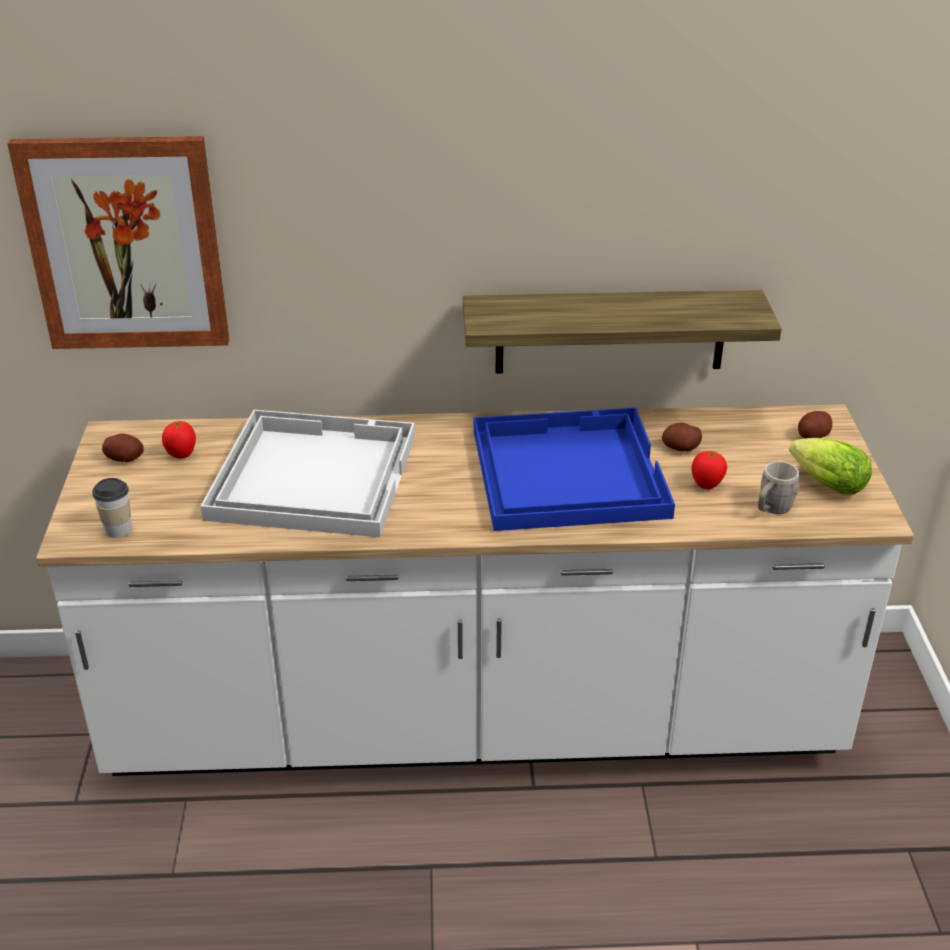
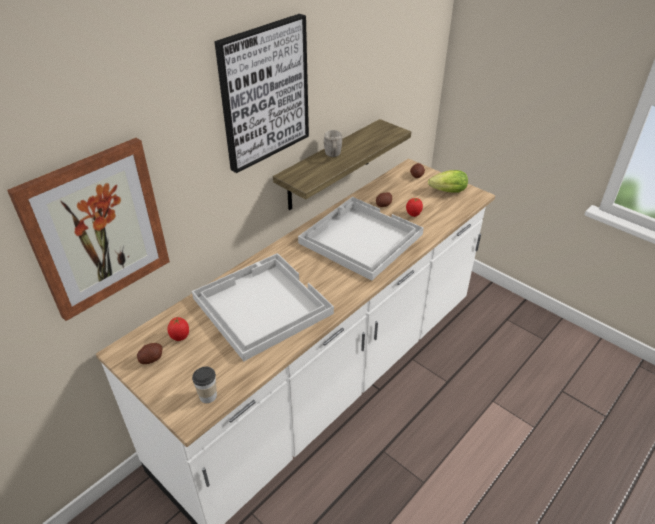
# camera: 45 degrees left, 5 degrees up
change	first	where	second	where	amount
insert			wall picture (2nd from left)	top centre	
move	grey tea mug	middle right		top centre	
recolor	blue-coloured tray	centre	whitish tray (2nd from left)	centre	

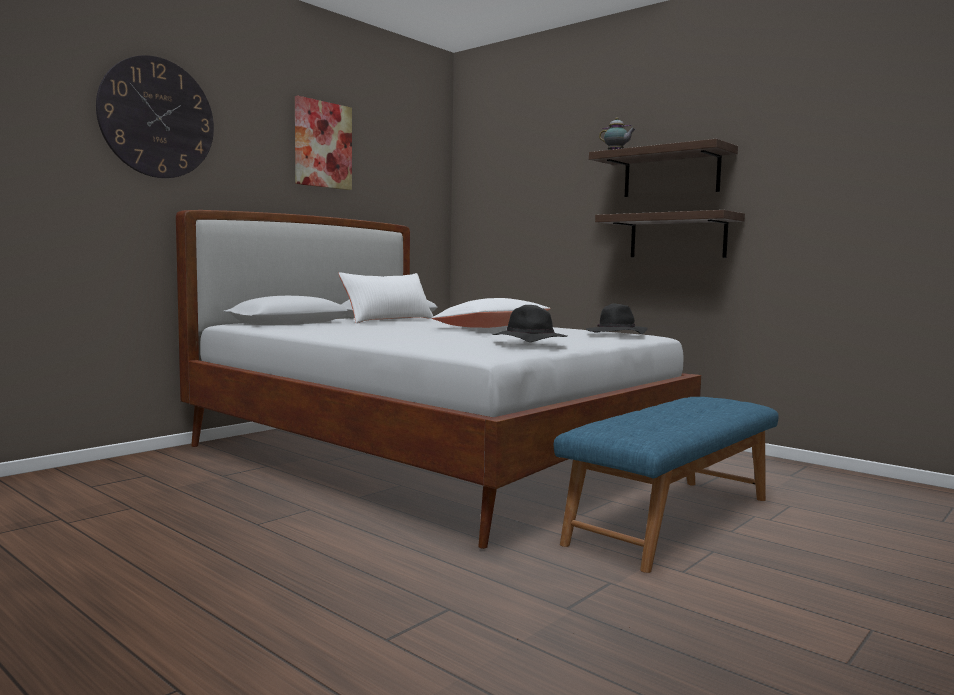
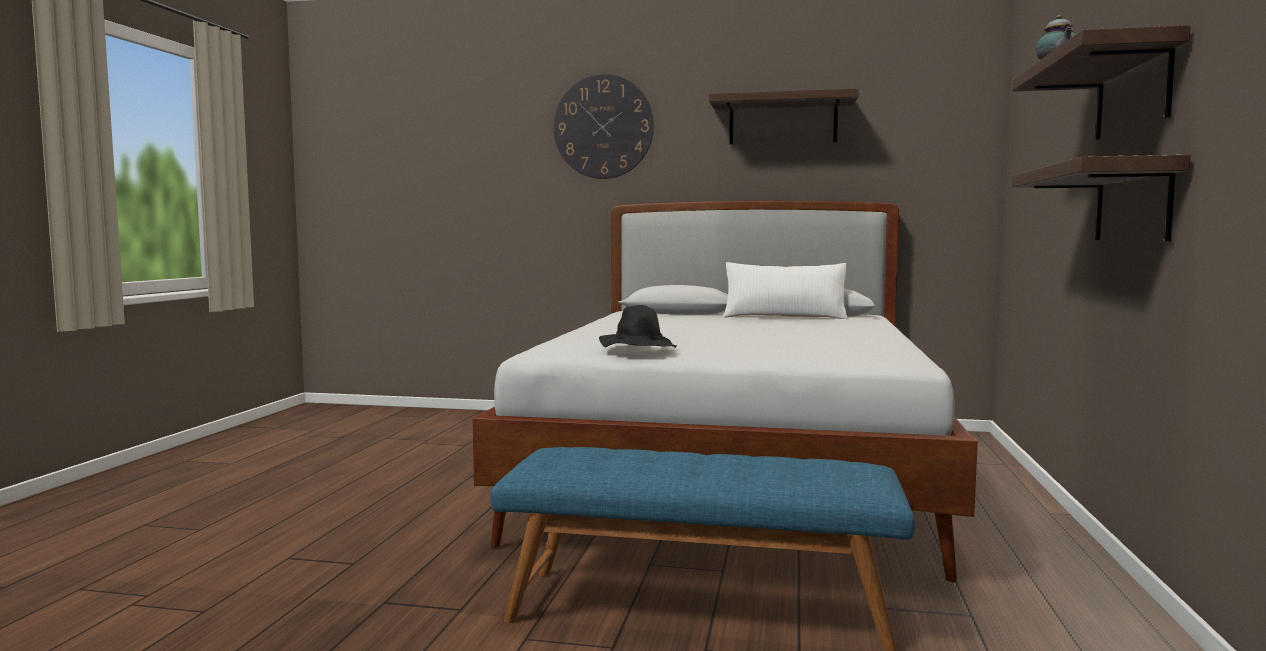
# camera: 60 degrees right, 0 degrees up
change	first	where	second	where	amount
delete	whitish throw pillow (2nd from left)	centre			
delete	black-coloured hat (2nd from left)	centre			
replace	wall picture	top centre	bracket shelf (1st from left)	top centre	

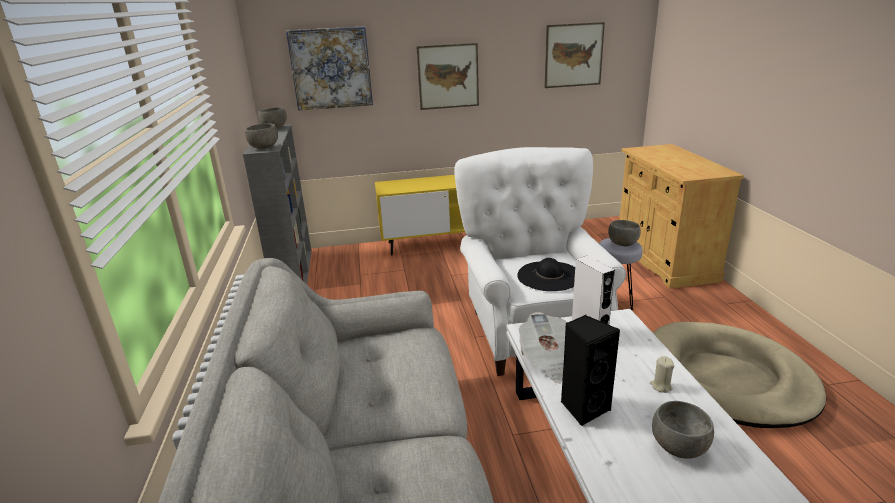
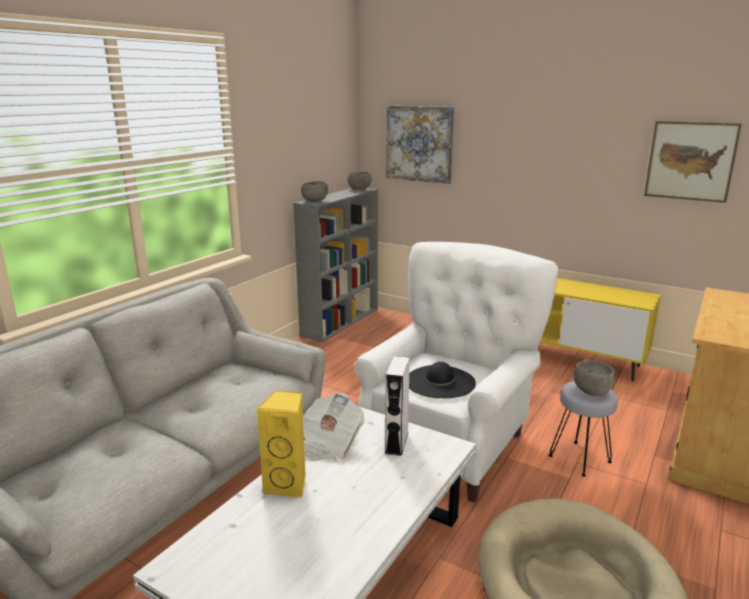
# camera: 40 degrees right, 5 degrees down
change	first	where	second	where	amount
delete	wall picture (2nd from left)	top centre			
delete	beige wax light	bottom right			
delete	grey deep dish (4th from left)	bottom right			
recolor	black-coloured loudspeaker	bottom centre	yellowish loudspeaker	bottom centre	

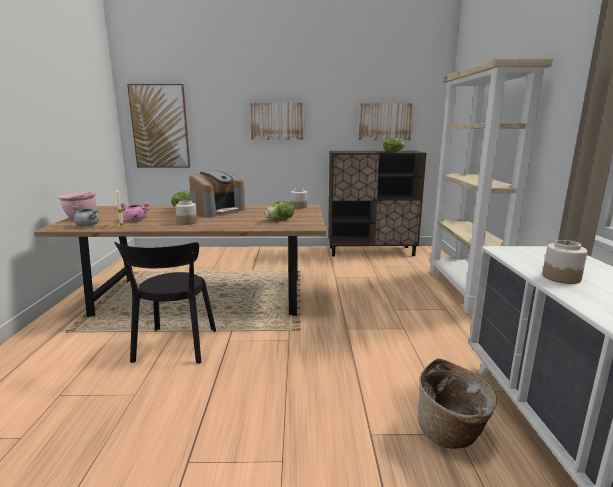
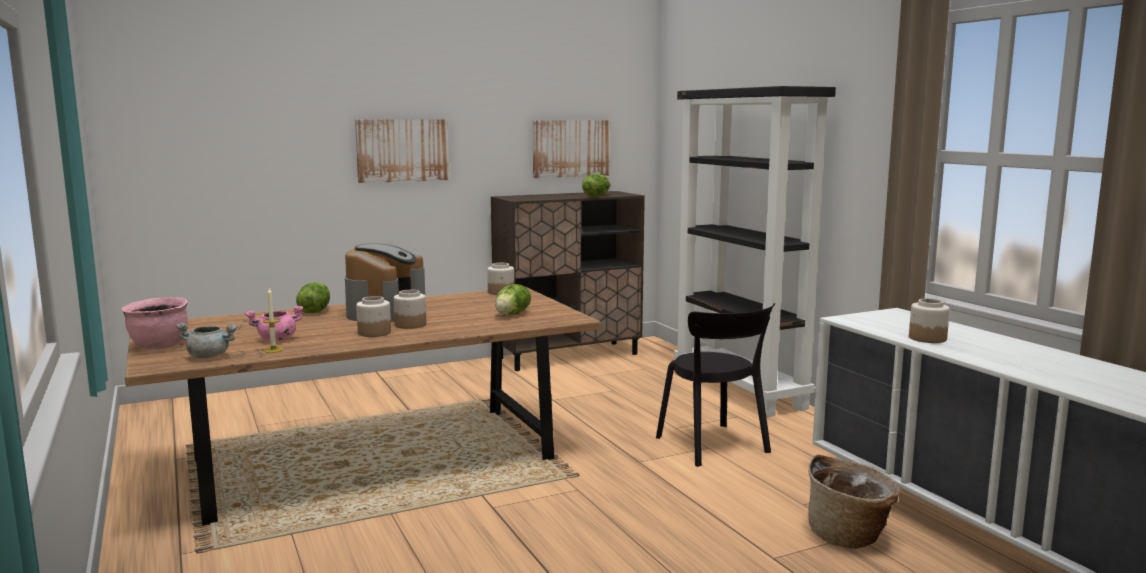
# camera: 25 degrees left, 5 degrees down
change	first	where	second	where	amount
delete	wall picture (1st from left)	top left			
insert			jar (2nd from left)	centre	
move	black-coloured plain chair	middle left		bottom centre	
recolor	beige bookcase	middle right	black-coloured bookcase	centre	

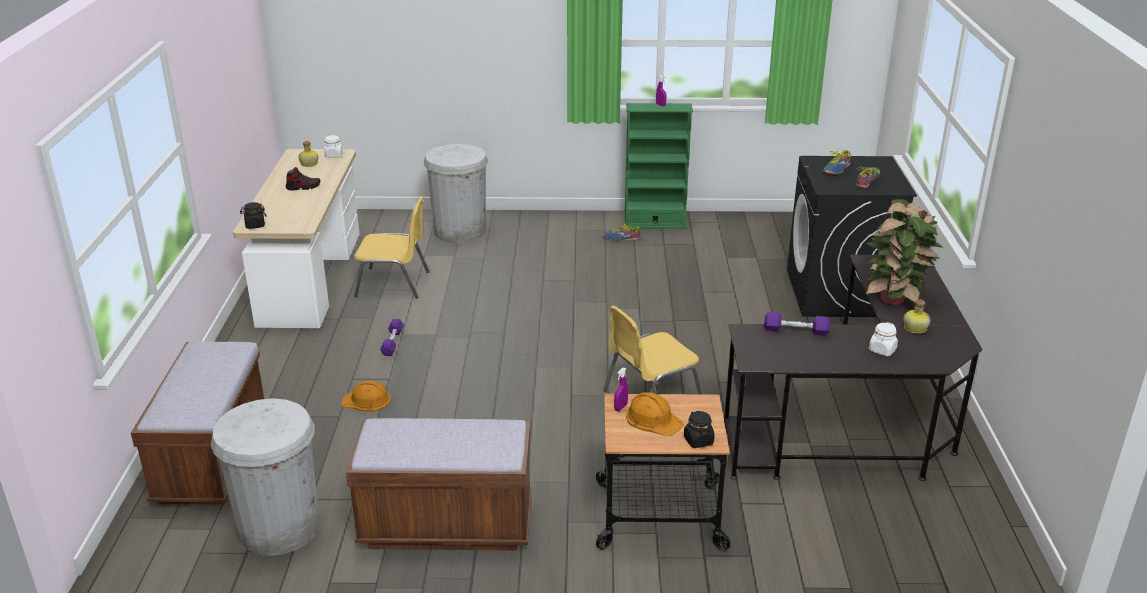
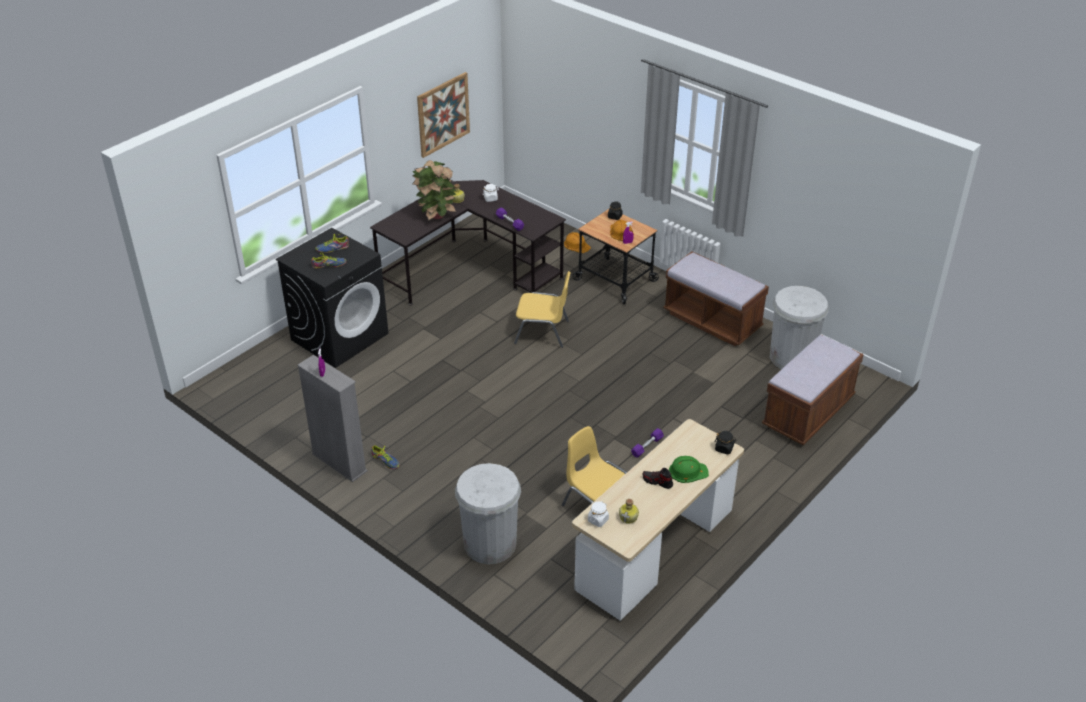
# camera: 140 degrees left, 10 degrees up
change	first	where	second	where	amount
insert			wall picture	top centre	
insert			green safety helmet	bottom centre	
move	orange safety helmet (1st from left)	bottom left		centre	
recolor	green bookcase	top centre	grey bookcase	middle left	

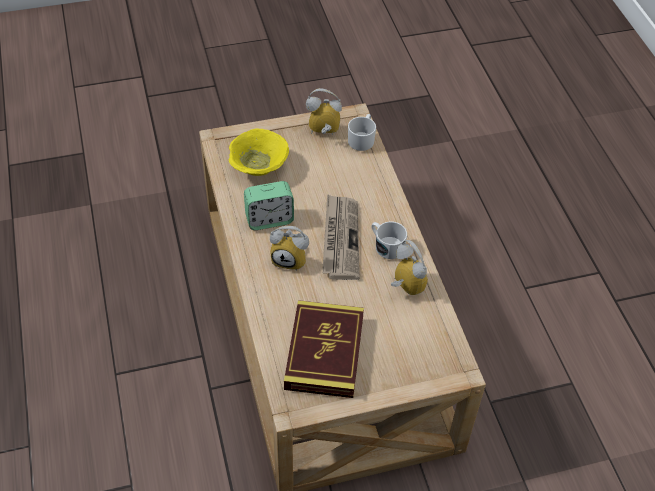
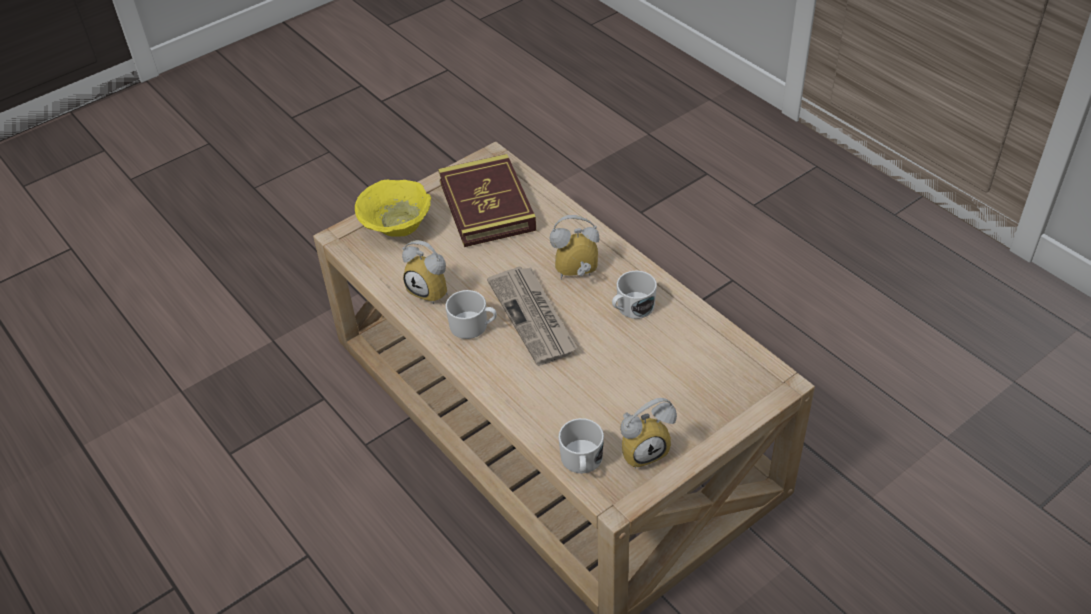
# camera: 160 degrees right, 5 degrees down
change	first	where	second	where	amount
move	yellowish deep dish	top centre		centre	
replace	table clock (1st from left)	centre	whitish tea mug (3rd from left)	centre	

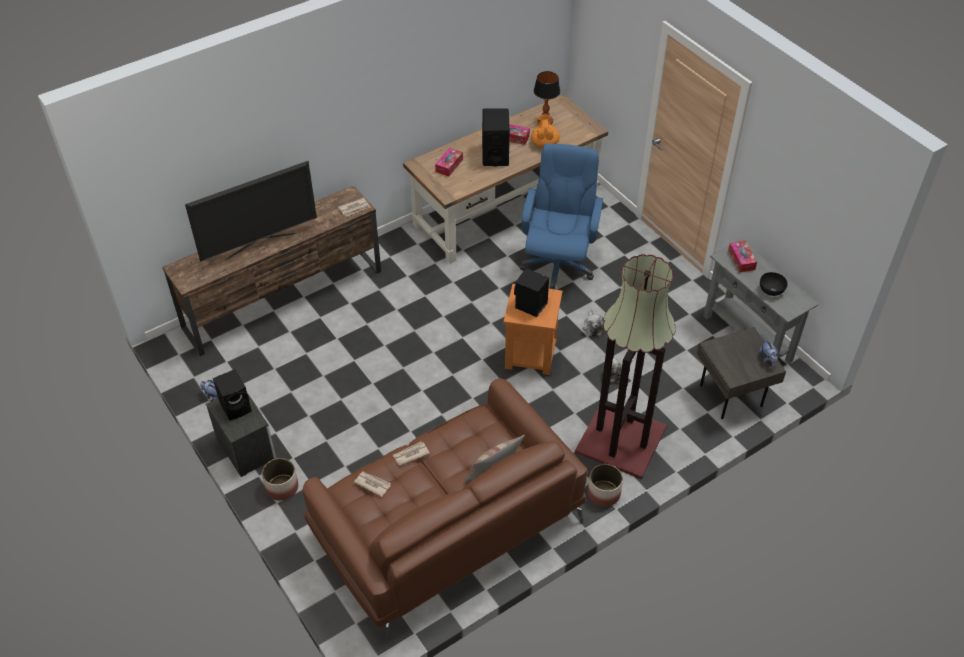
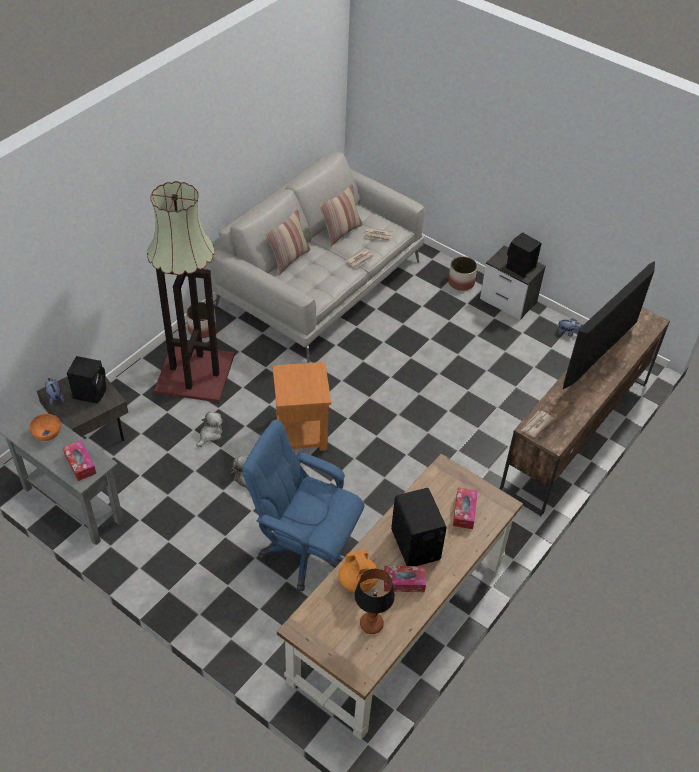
# camera: 160 degrees right, 0 degrees up
change	first	where	second	where	amount
insert			throw pillow (2nd from left)	top centre	
move	black-coloured loudspeaker (3rd from left in the first image)	centre	black-coloured loudspeaker (1st from left)	middle left	
recolor	brownish settee	bottom centre	grey settee	top centre	
recolor	black-coloured deep dish	middle right	orange deep dish	middle left	
rotate	blue-coloured computer chair	top centre		centre	120 degrees clockwise

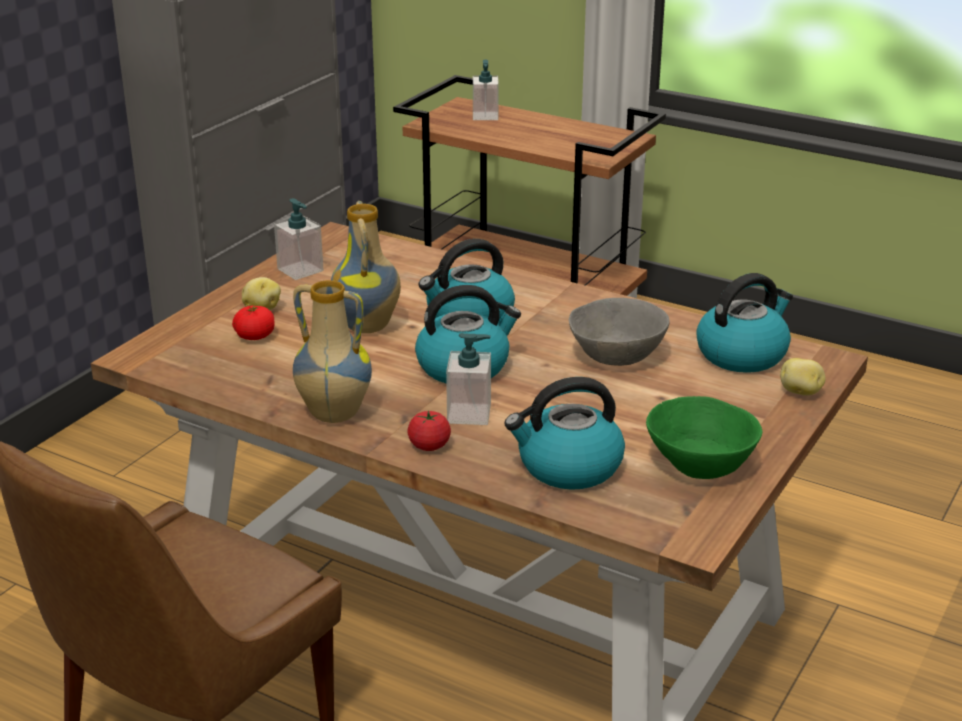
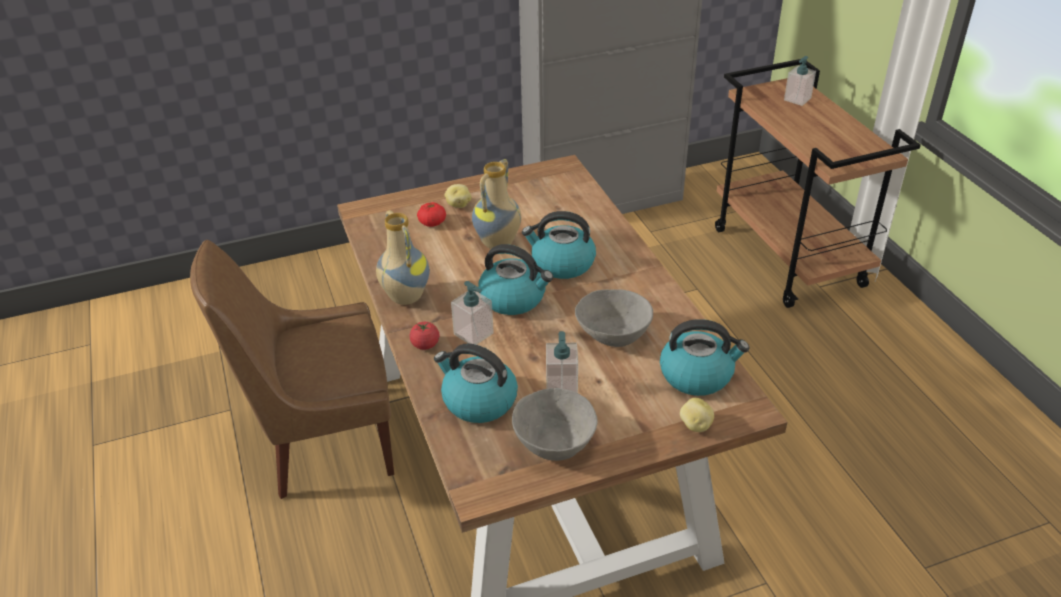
# camera: 40 degrees right, 10 degrees up
change	first	where	second	where	amount
move	soap bottle (1st from left in the first image)	top left	soap bottle (2nd from left)	centre	
recolor	green deep dish	middle right	grey deep dish (1st from left)	bottom centre	

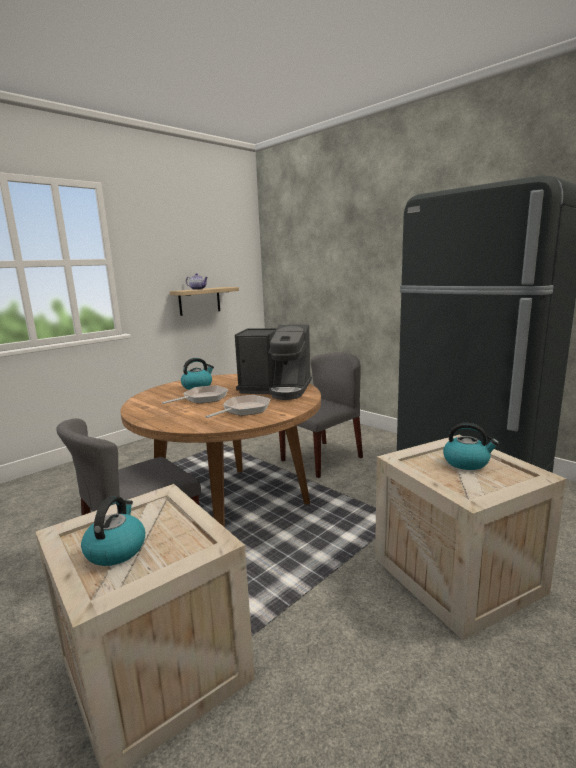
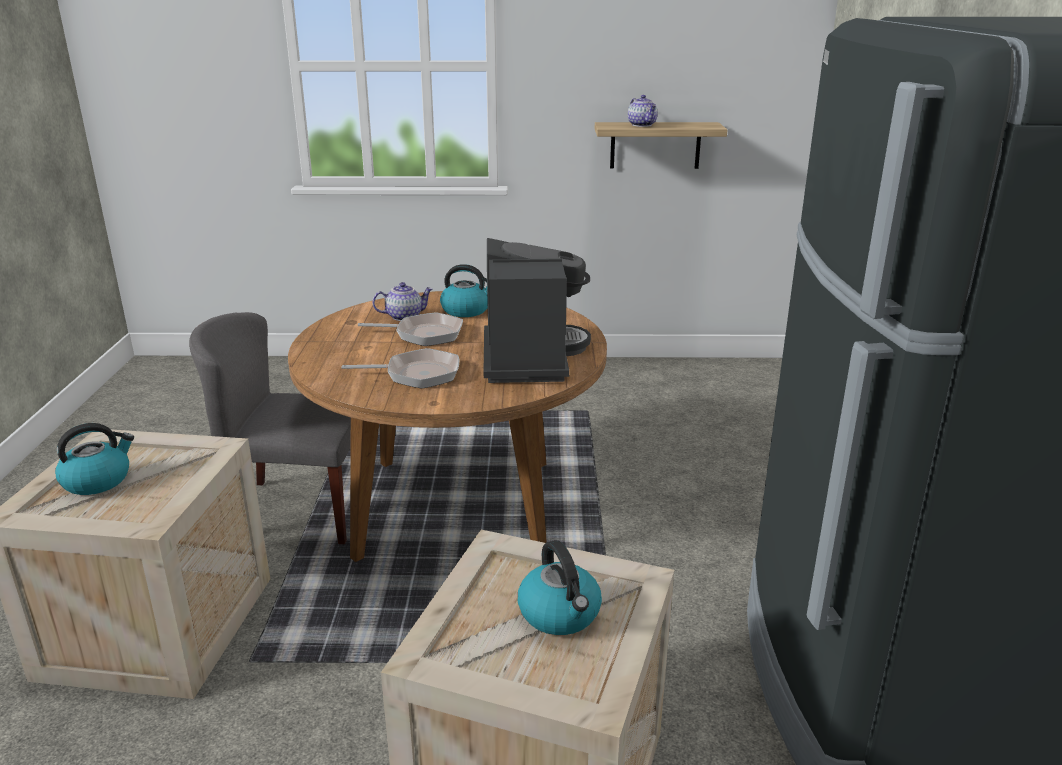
# camera: 45 degrees right, 10 degrees up
change	first	where	second	where	amount
delete	grey plain chair (2nd from left)	centre			
insert			pot for tea (1st from left)	centre	
rotate	coffee maker	centre		centre	150 degrees counterclockwise

